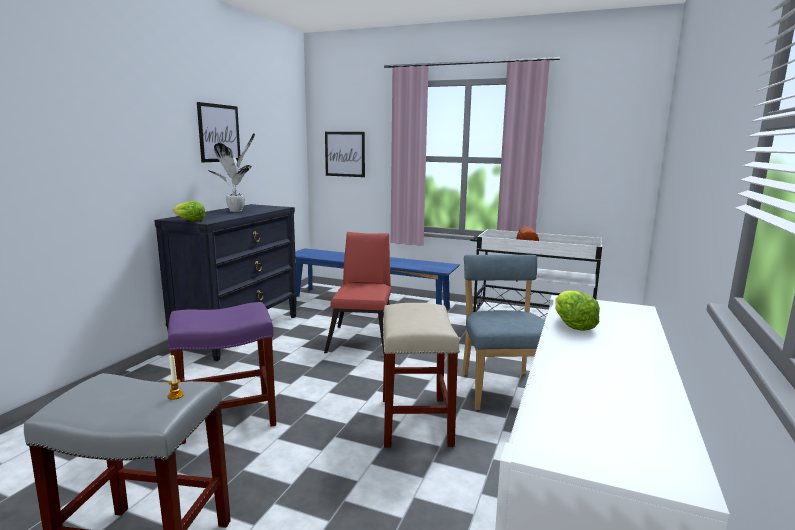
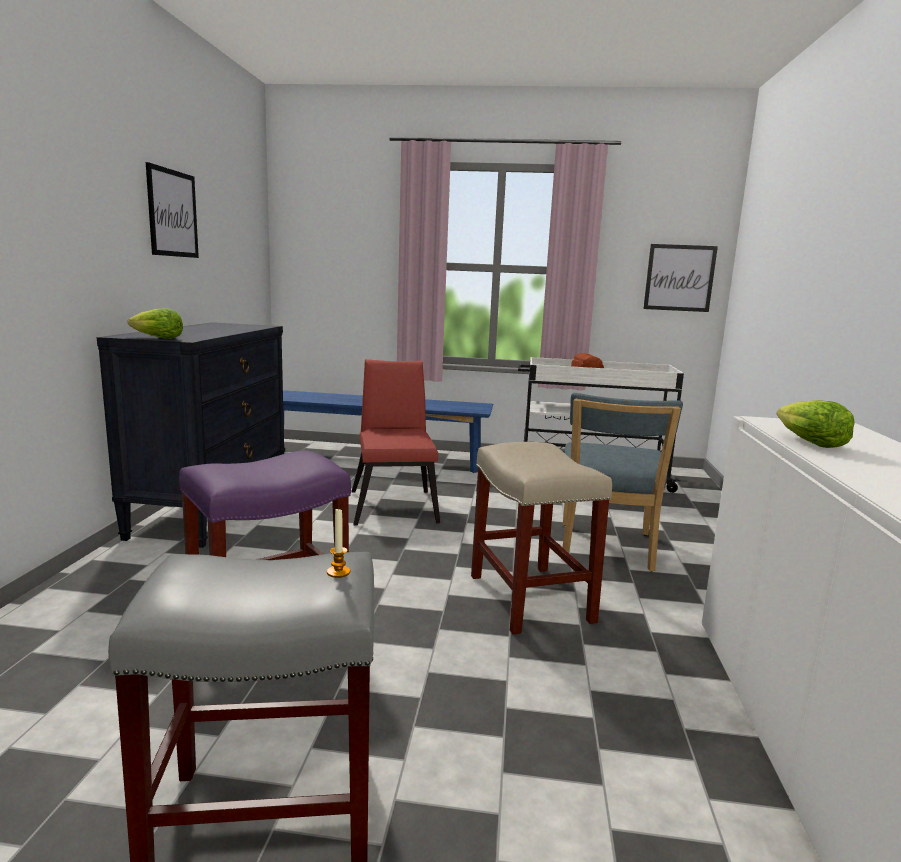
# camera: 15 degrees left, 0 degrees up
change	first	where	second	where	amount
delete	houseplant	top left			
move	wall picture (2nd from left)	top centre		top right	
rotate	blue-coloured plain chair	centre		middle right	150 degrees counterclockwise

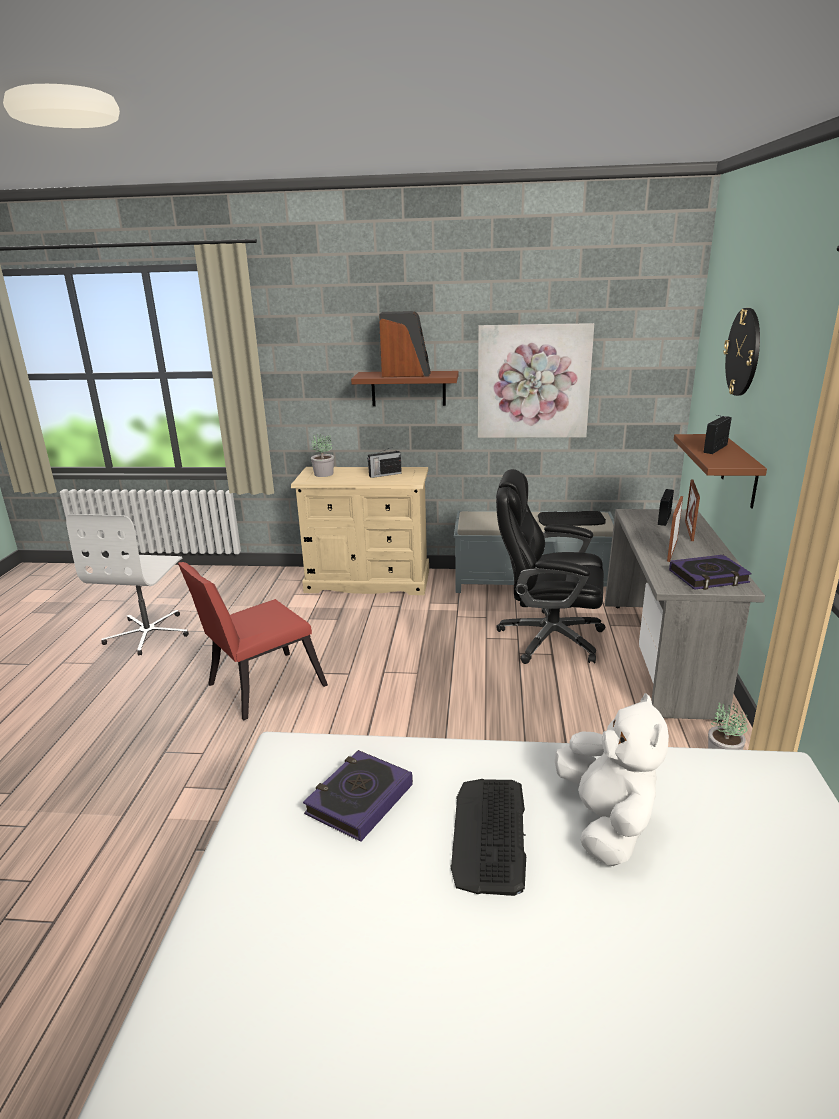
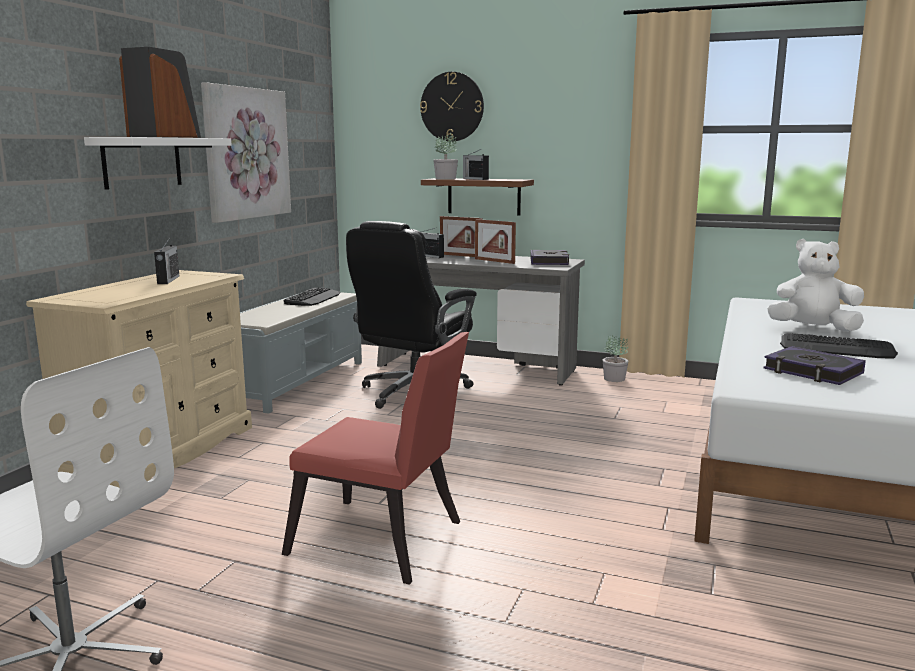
# camera: 75 degrees left, 10 degrees down
change	first	where	second	where	amount
move	houseplant (1st from left)	centre		top centre	
recolor	brownish bracket shelf (1st from left)	centre	whitish bracket shelf	top left	
rotate	reddish plain chair	middle left		bottom centre	45 degrees counterclockwise

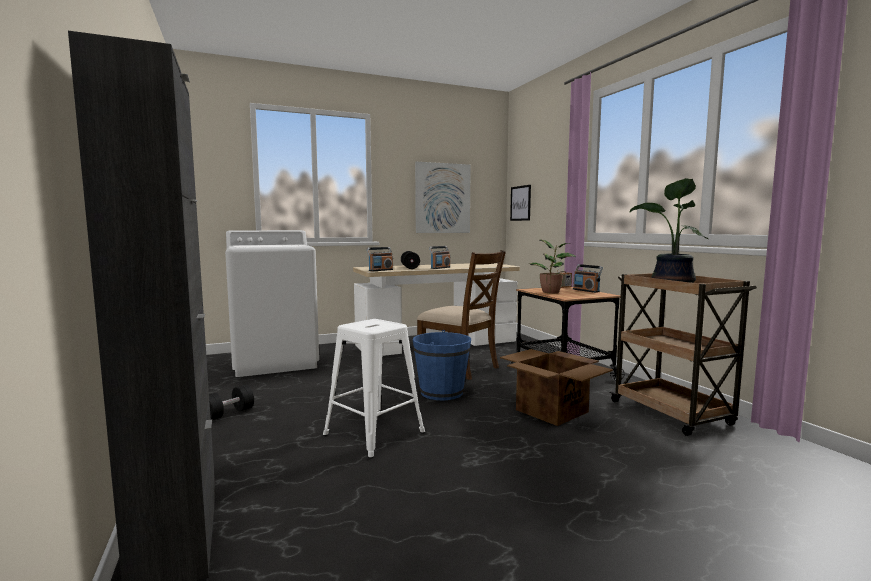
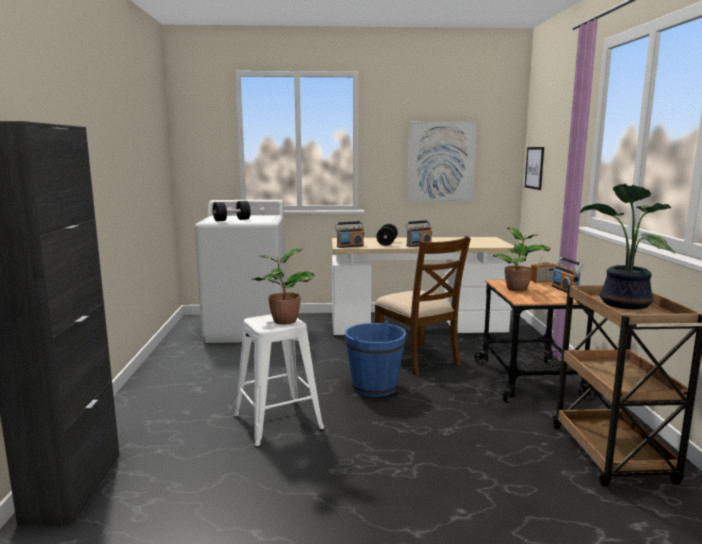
# camera: 20 degrees right, 5 degrees up
change	first	where	second	where	amount
delete	packing box	centre			
insert			houseplant (1st from left)	centre	
move	black-coloured free weight (1st from left)	bottom left		middle left	

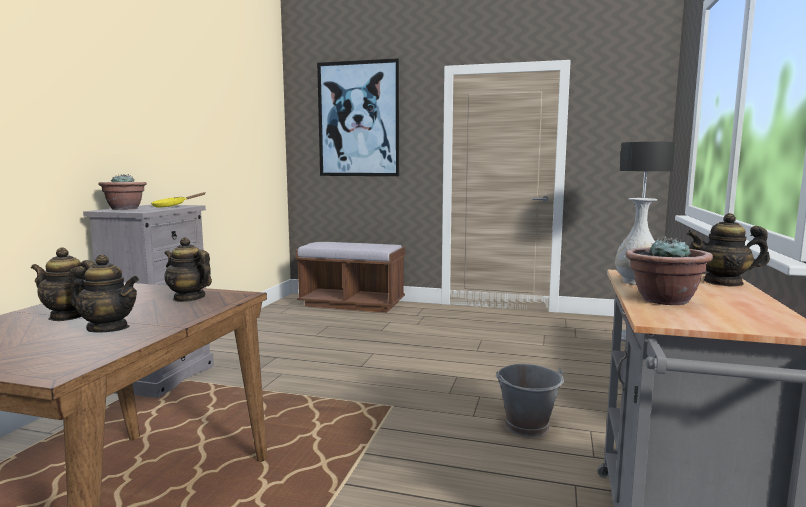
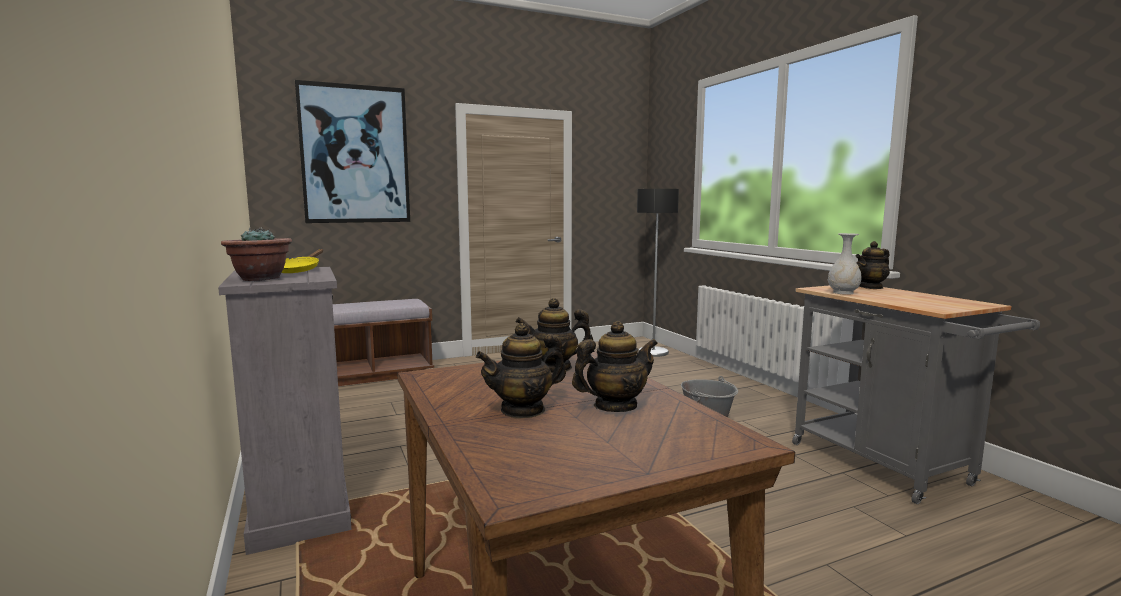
# camera: 40 degrees left, 0 degrees up
change	first	where	second	where	amount
delete	houseplant (2nd from left)	middle right			

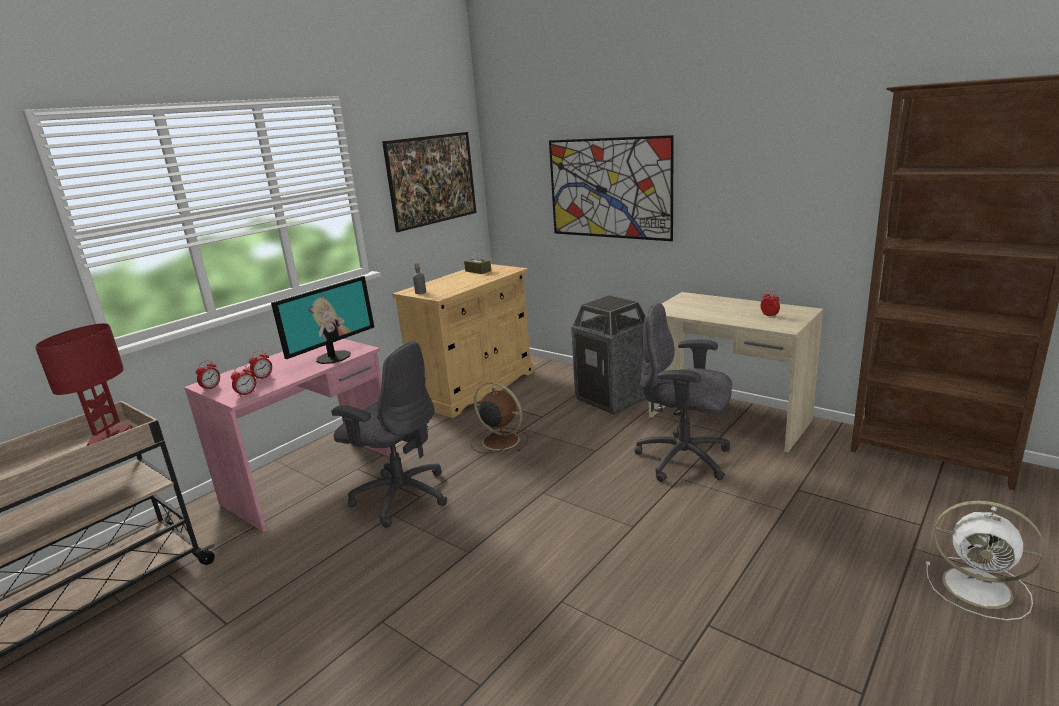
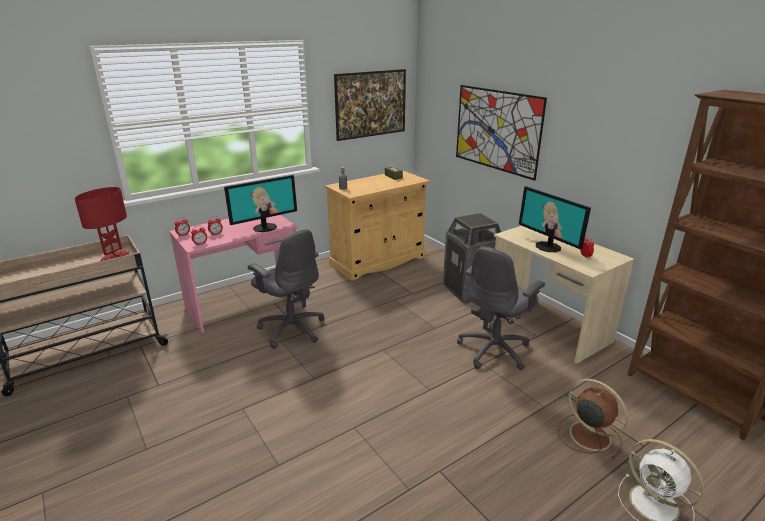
# camera: 15 degrees right, 5 degrees up
change	first	where	second	where	amount
insert			monitor (2nd from left)	middle right	
move	brownish cooling fan	centre		bottom right	
rotate	grey computer chair (2nd from left)	centre		centre	90 degrees counterclockwise

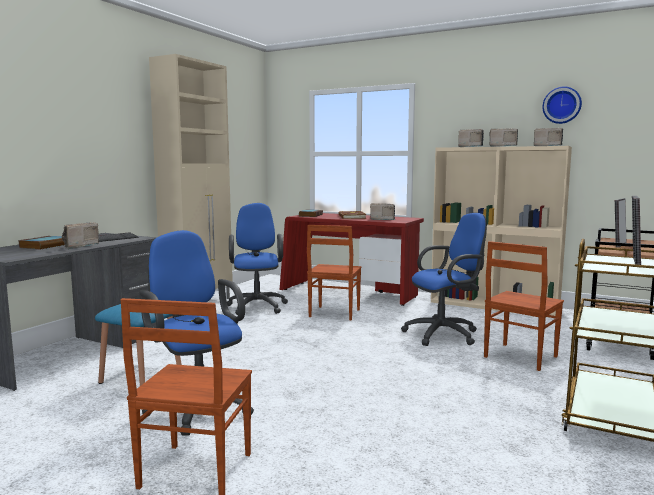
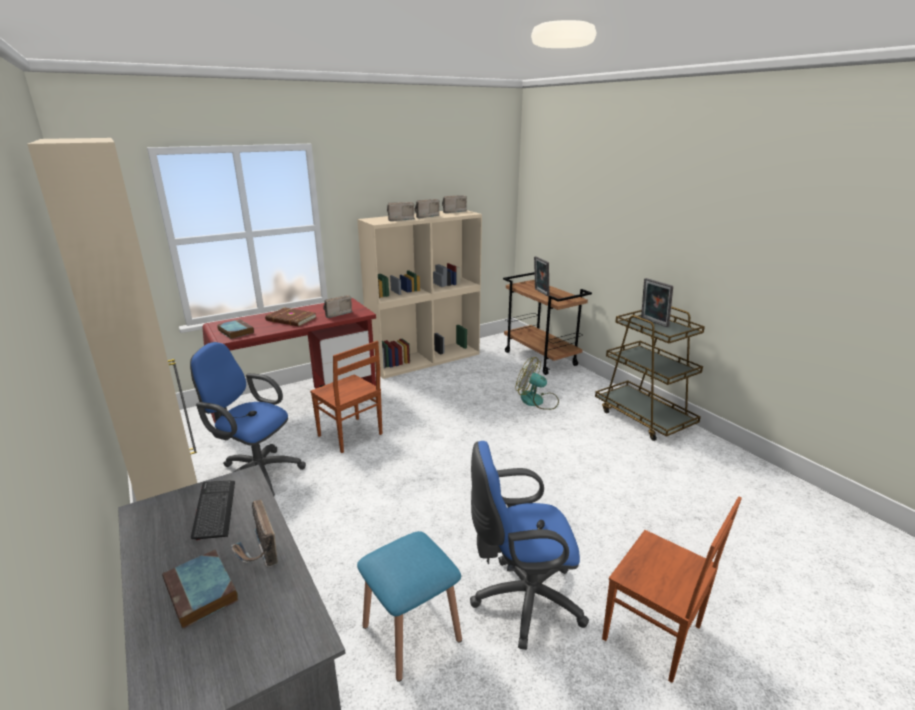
# camera: 60 degrees left, 15 degrees up
change	first	where	second	where	amount
delete	blue-coloured computer chair (3rd from left)	middle right			
delete	clock on the wall	top right			
replace	brownish plain chair (3rd from left)	middle right	cooling fan	centre	

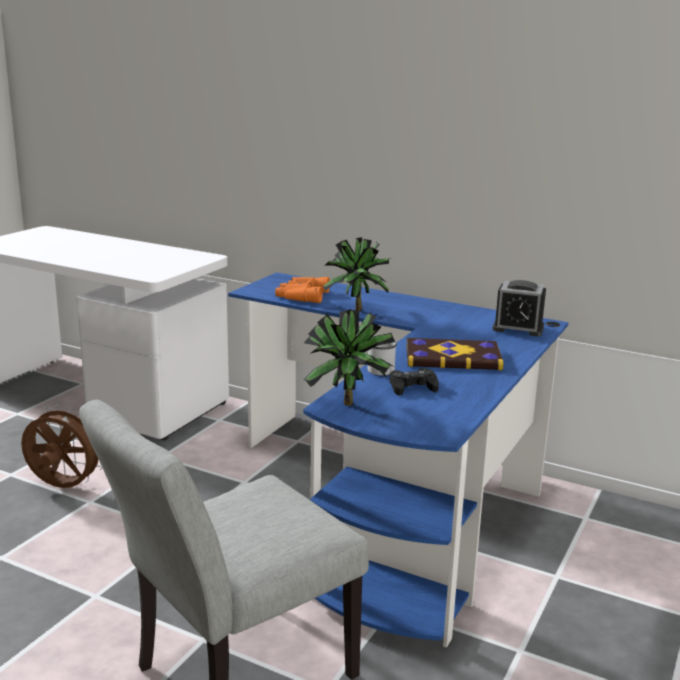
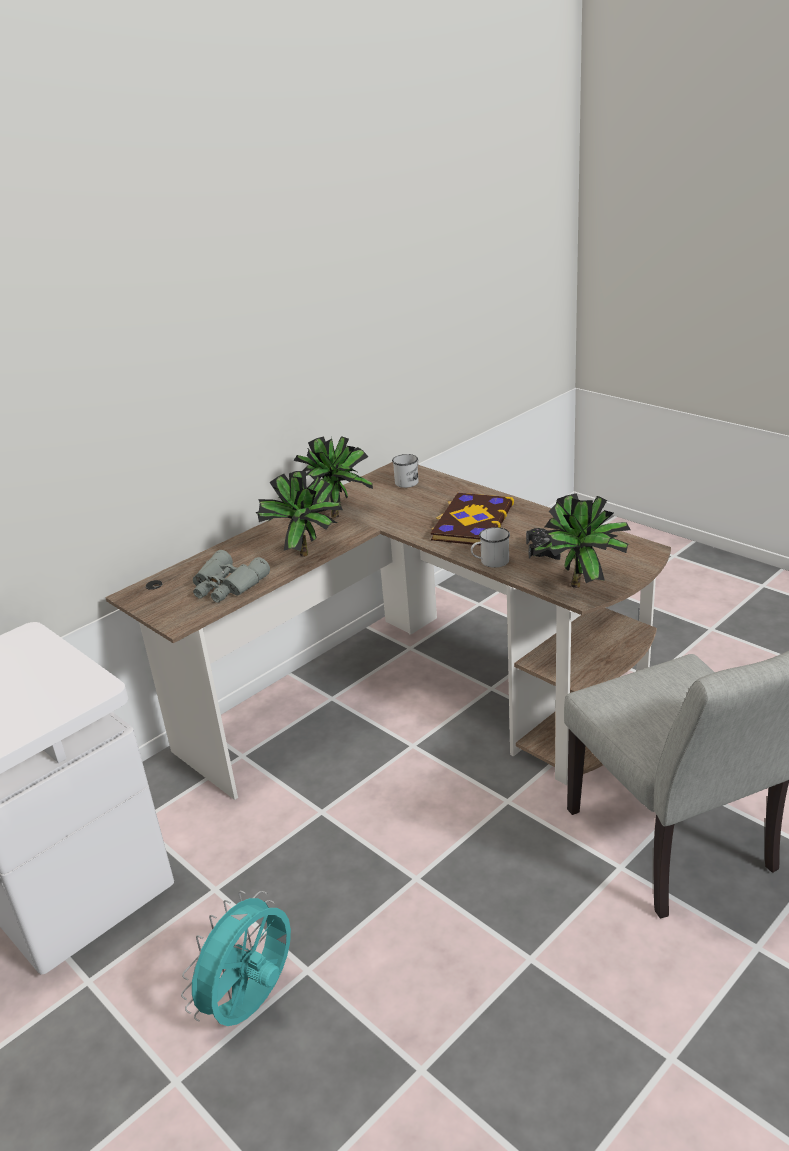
# camera: 70 degrees left, 10 degrees up
change	first	where	second	where	amount
insert			houseplant (2nd from left)	centre	
replace	table clock	middle right	whitish tea mug (1st from left)	centre	
recolor	brownish cooling fan	middle left	blue-green cooling fan	bottom left	
recolor	blue-coloured desk unit	bottom centre	brownish desk unit	centre	
recolor	orange binoculars	centre	grey binoculars	middle left	

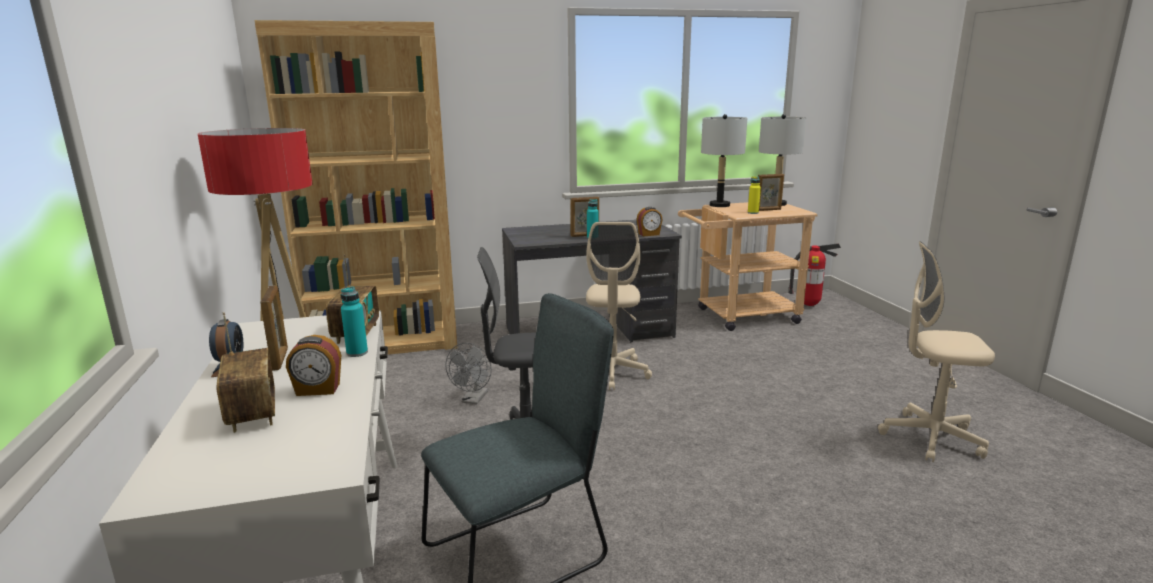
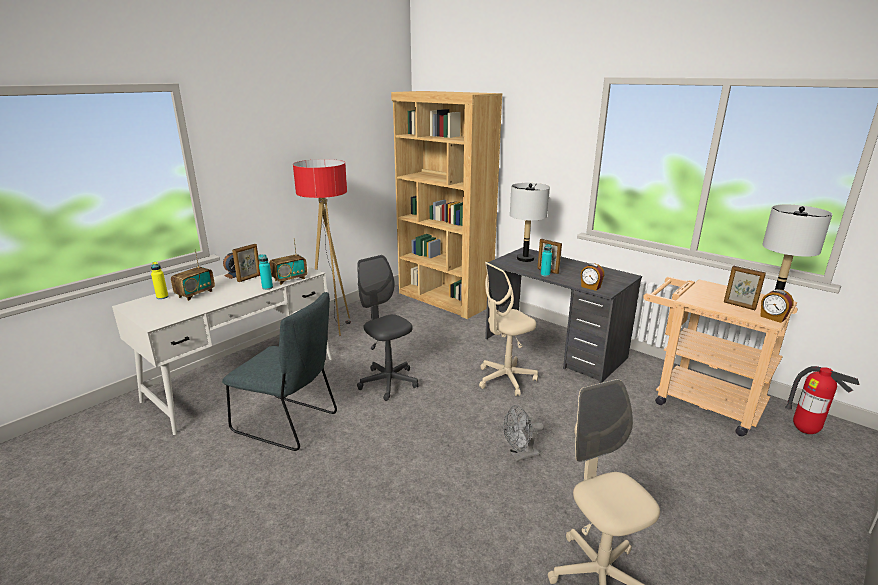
# camera: 55 degrees right, 5 degrees up
change	first	where	second	where	amount
move	table clock (2nd from left in the first image)	middle left	table clock (3rd from left)	middle right	
move	grey cooling fan	centre		bottom centre	
move	grey lamp for a table (1st from left)	top centre		centre	
move	yellowish drink bottle	centre		middle left	

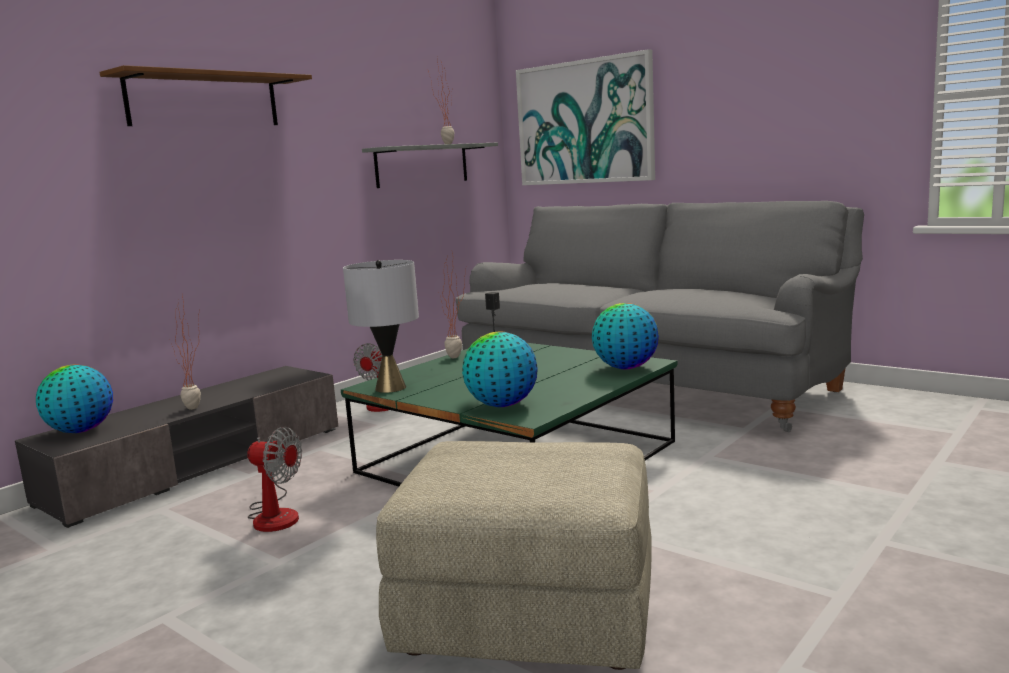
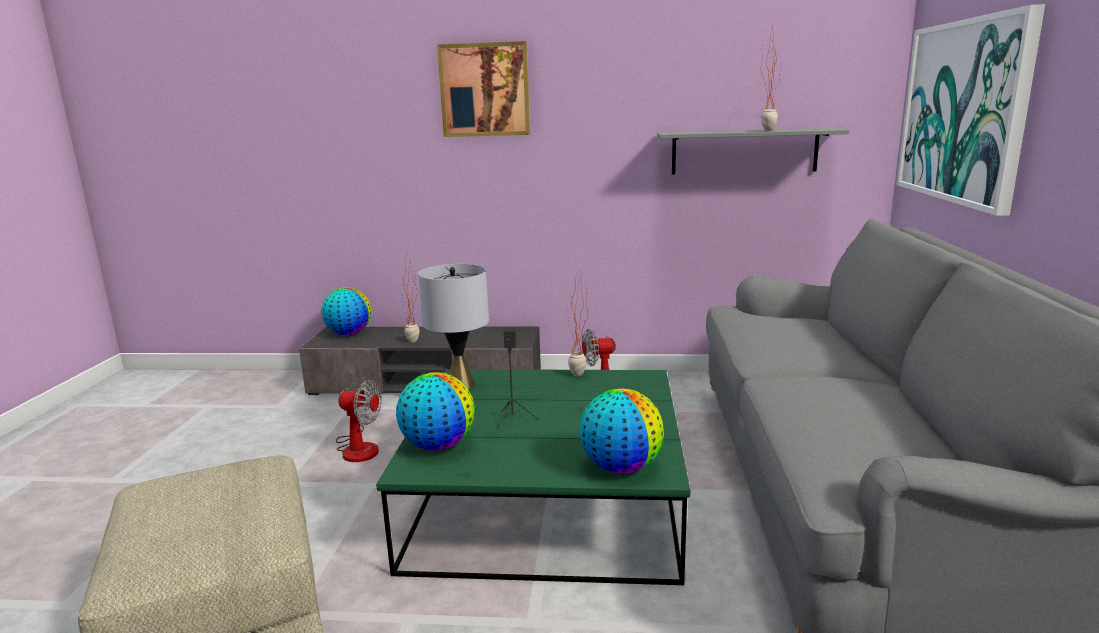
# camera: 55 degrees right, 5 degrees up
change	first	where	second	where	amount
replace	brownish bracket shelf	top left	wall picture (1st from left)	top centre	
rotate	cooling fan (1st from left)	bottom left		middle left	60 degrees counterclockwise

